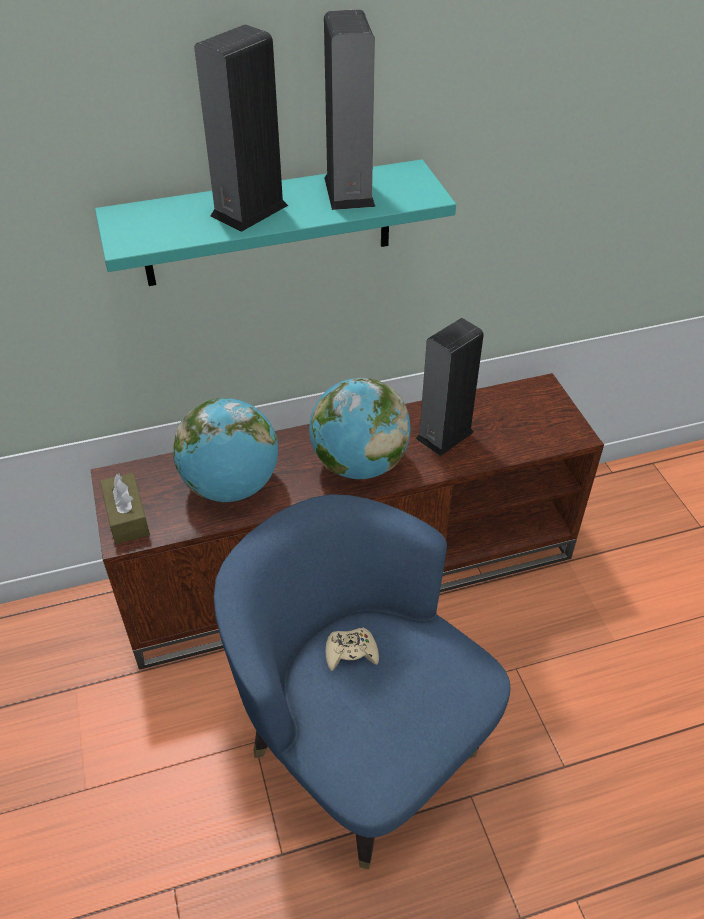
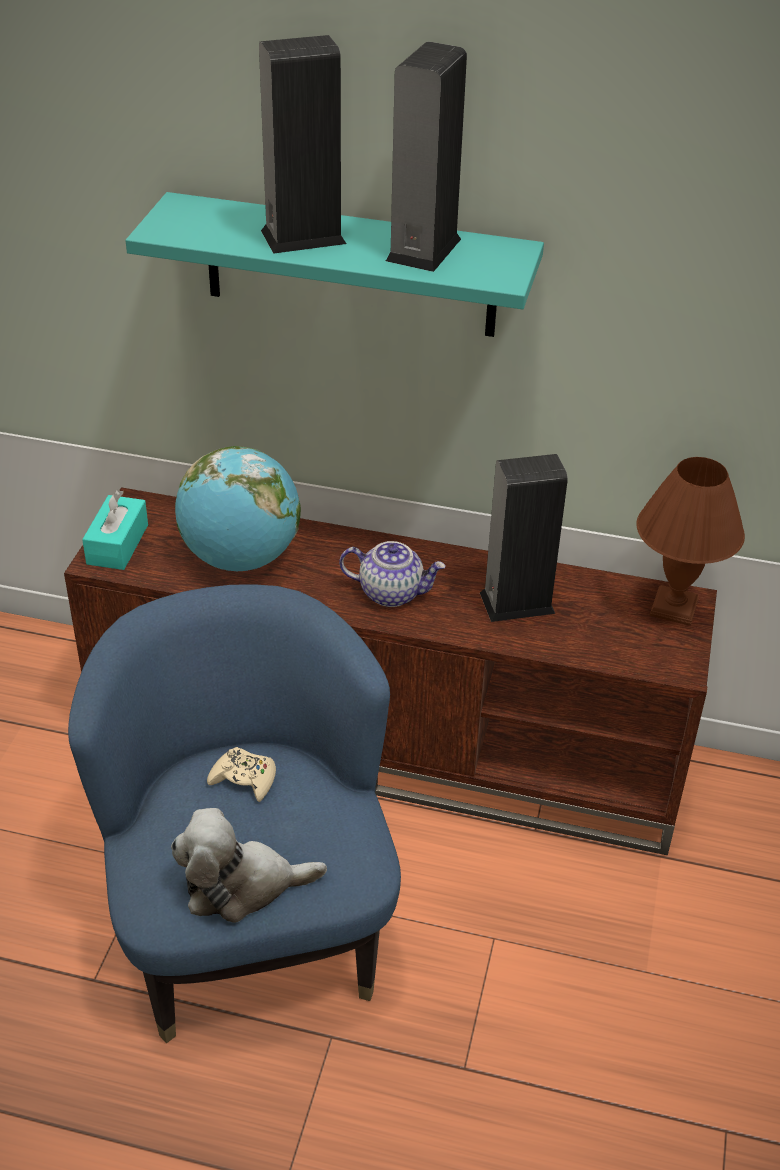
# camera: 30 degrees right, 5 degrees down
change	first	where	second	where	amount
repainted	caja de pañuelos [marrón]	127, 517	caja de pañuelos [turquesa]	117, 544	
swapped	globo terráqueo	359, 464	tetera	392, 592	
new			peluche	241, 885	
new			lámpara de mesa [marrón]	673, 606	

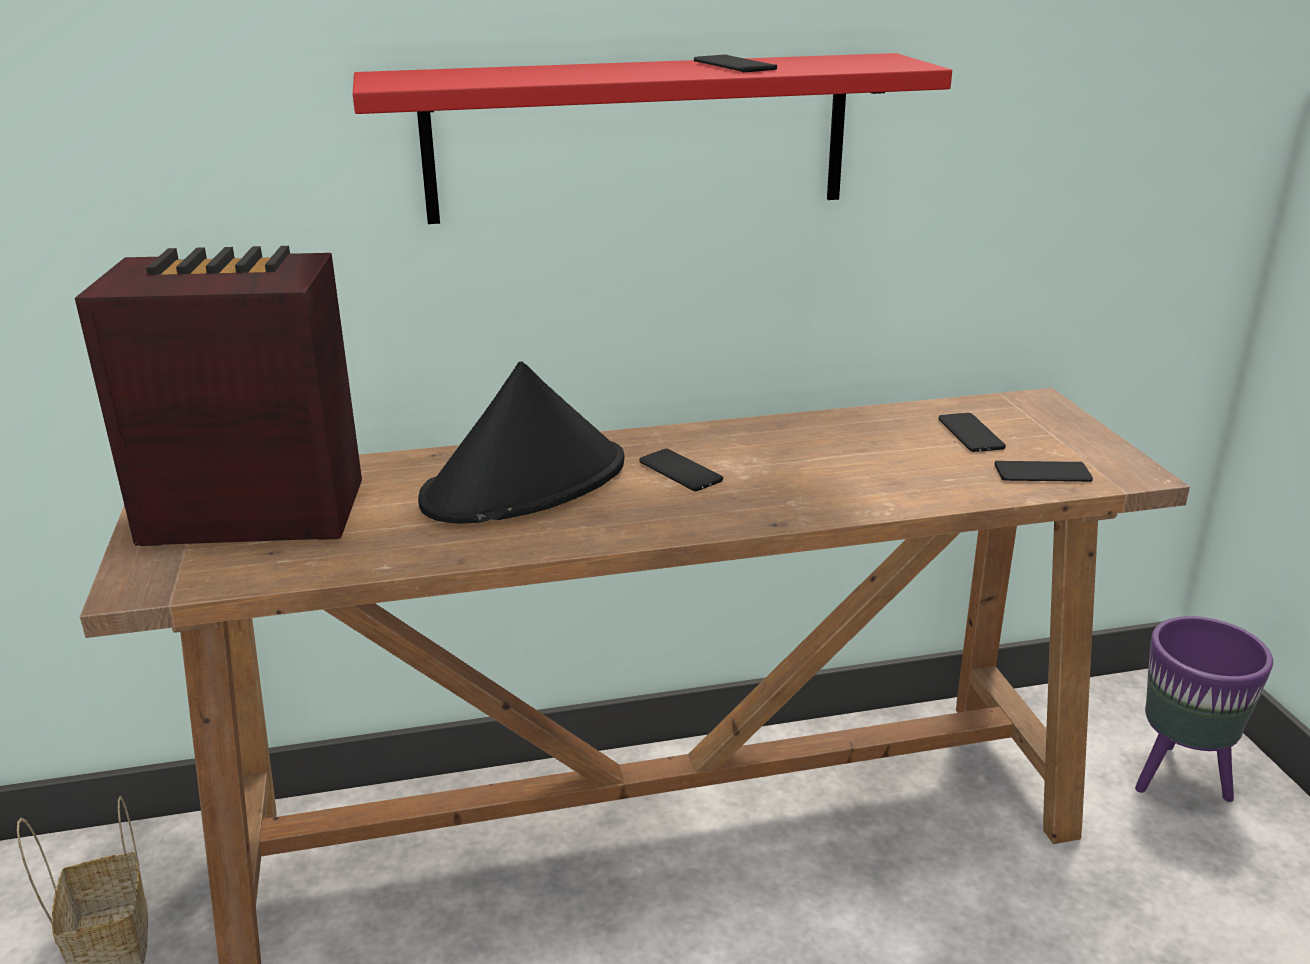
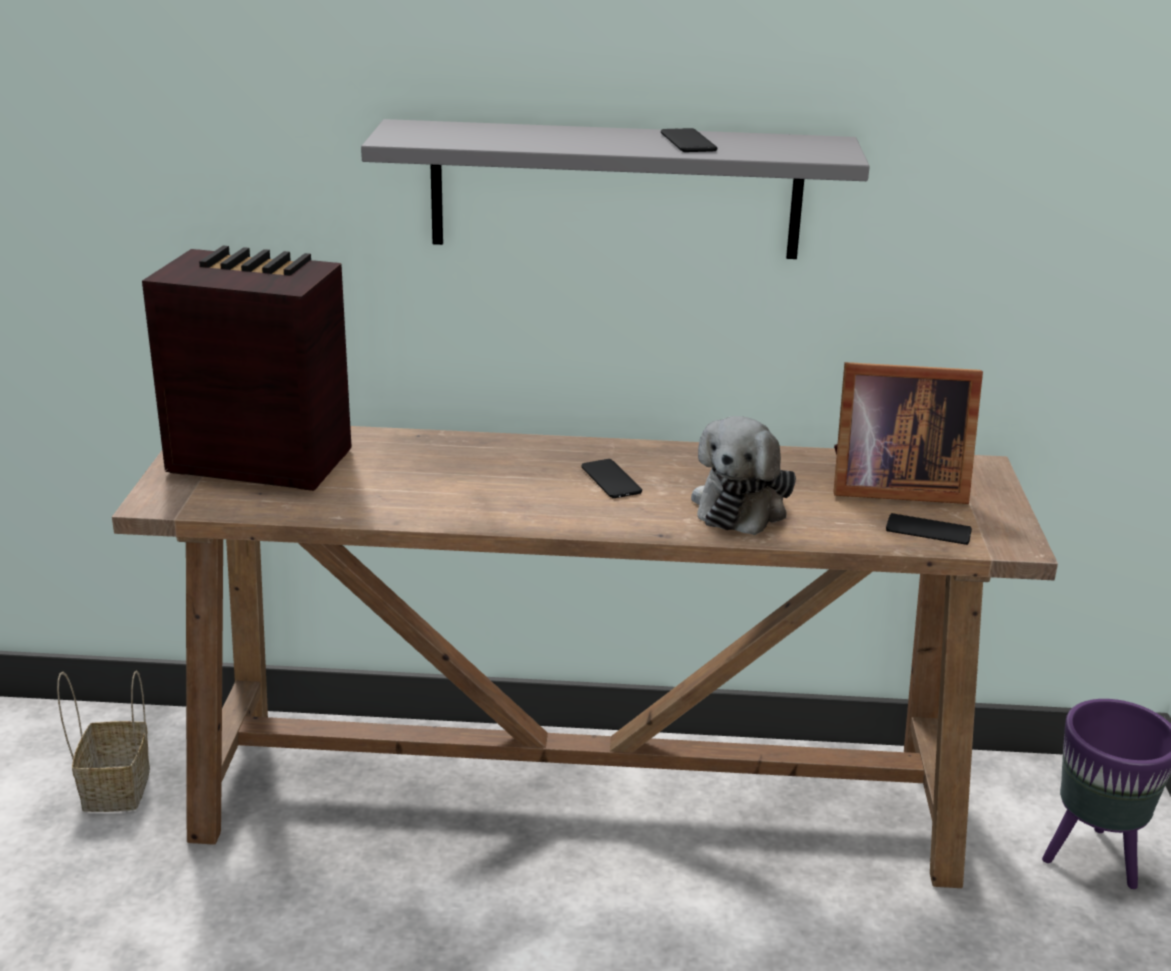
# camera: 15 degrees right, 0 degrees up
change	first	where	second	where	amount
repainted	estante [rojo]	638, 138	estante [gris]	615, 190	
gone	sombrero [negro]	526, 483			
swapped	móvil	970, 433	portarretratos	891, 486	
new			peluche	742, 505	

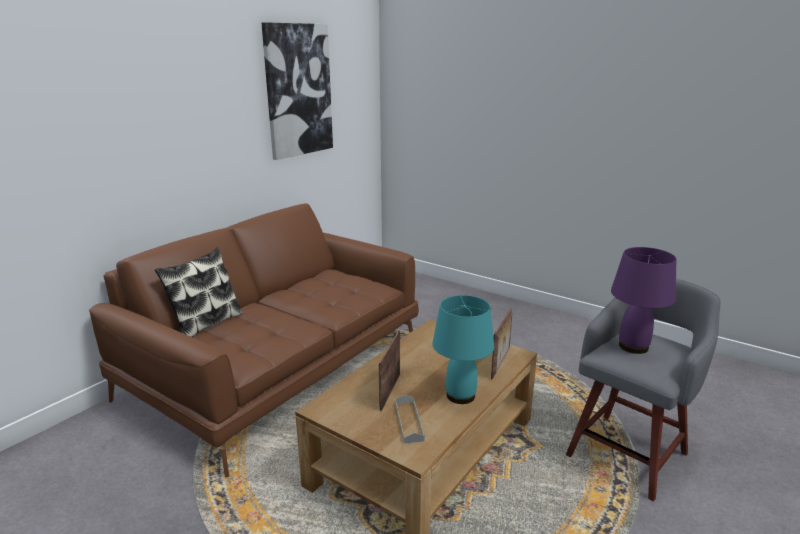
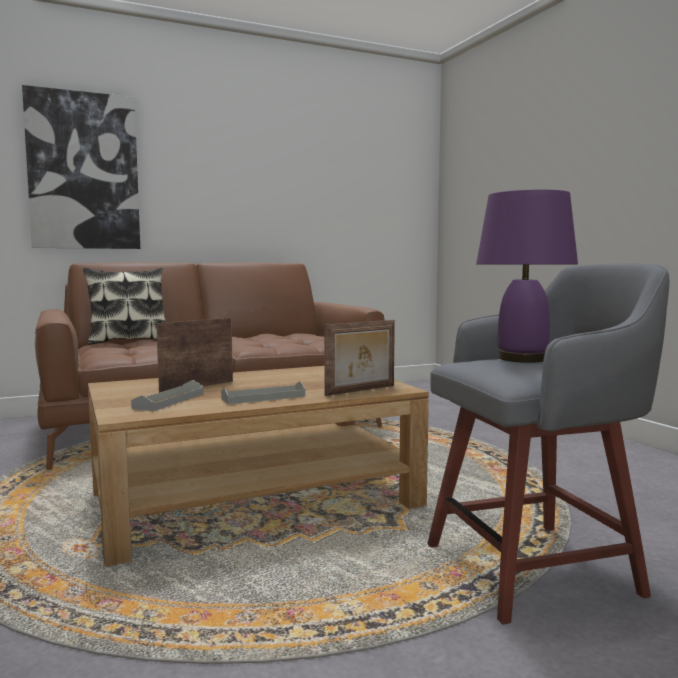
# camera: 30 degrees right, 15 degrees down
change	first	where	second	where	amount
shifted	cuadro	298, 90		83, 171	
swapped	lámpara de mesa [turquesa]	460, 395	bandeja [gris]	263, 397	

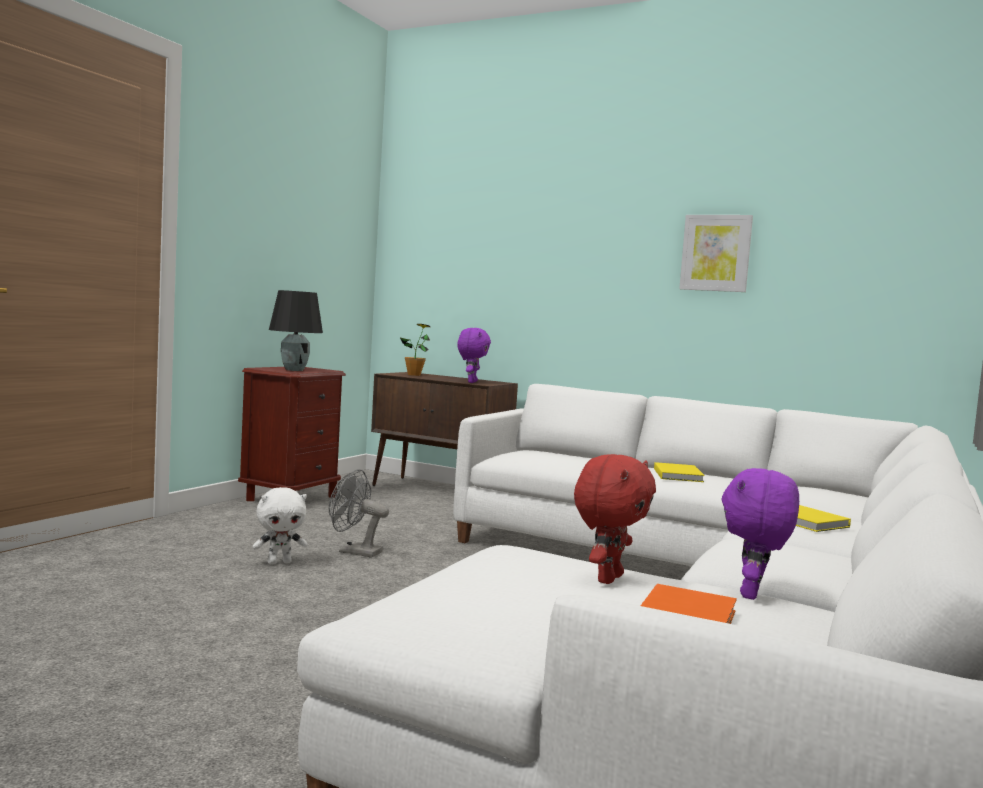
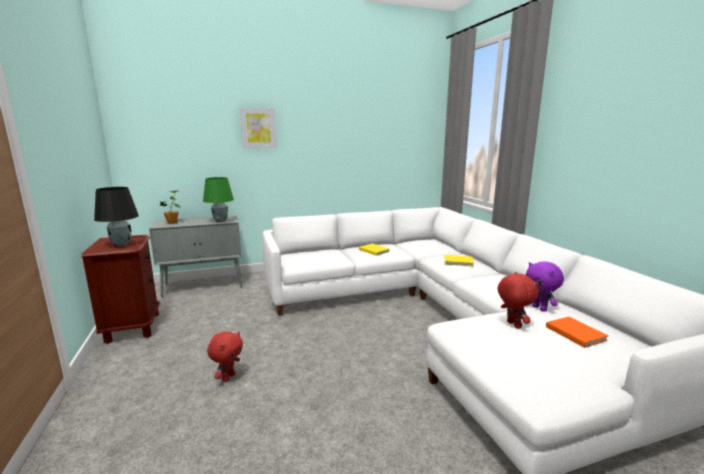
# camera: 45 degrees left, 10 degrees up
change	first	where	second	where	amount
repainted	peluche [blanco]	279, 562	peluche [rojo]	228, 377	
gone	ventilador [gris]	354, 552			
repainted	armario [marrón]	440, 491	armario [gris]	204, 286	
swapped	peluche [morado]	471, 382	lámpara de mesa [verde]	220, 221	
shifted	cuadro	716, 253		258, 128	

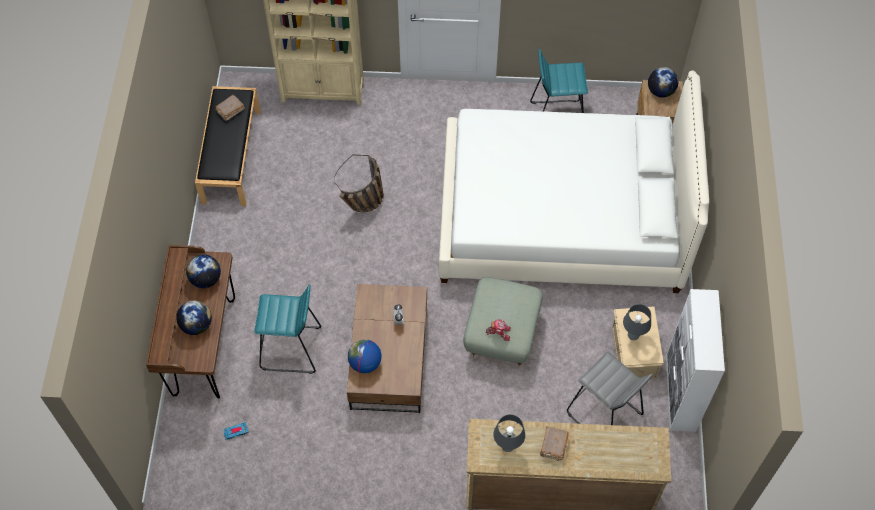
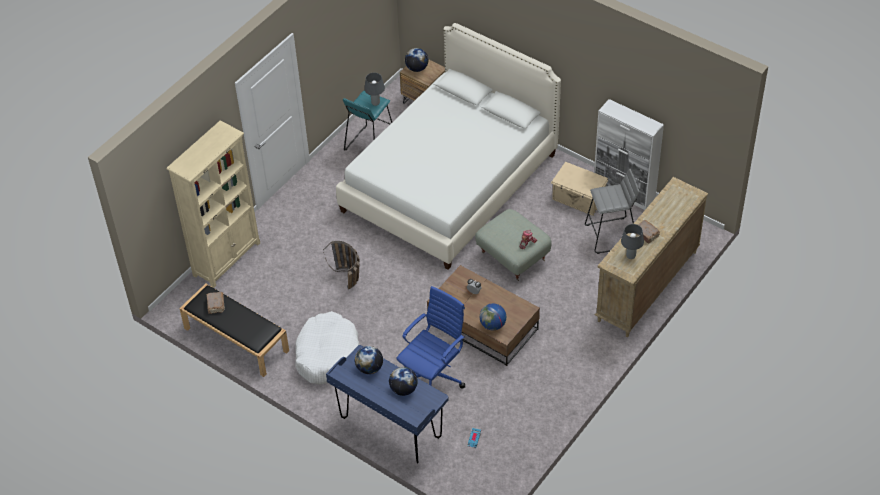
# camera: 55 degrees left, 10 degrees down
change	first	where	second	where	amount
repainted	escritorio [marrón]	204, 347	escritorio [azul]	390, 428	
swapped	taburete [turquesa]	291, 349	silla de oficina [azul]	433, 377	
shifted	lámpara de mesa [gris]	633, 336		376, 103	
new			cama para perro [blanco]	327, 354	

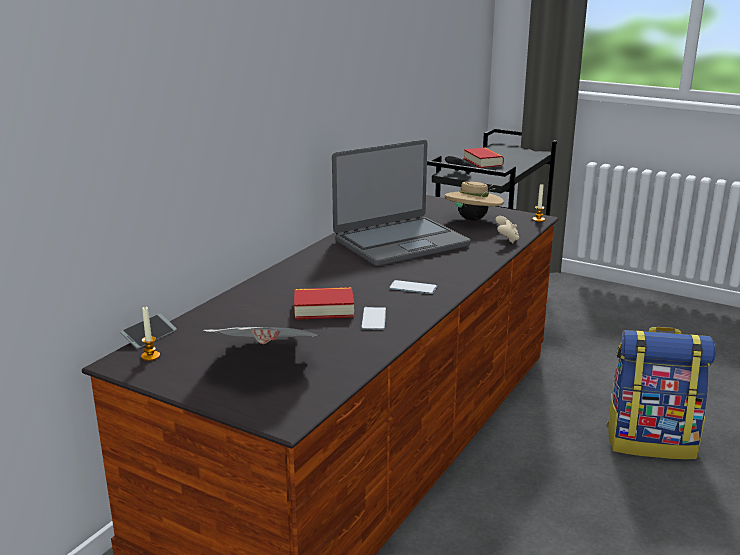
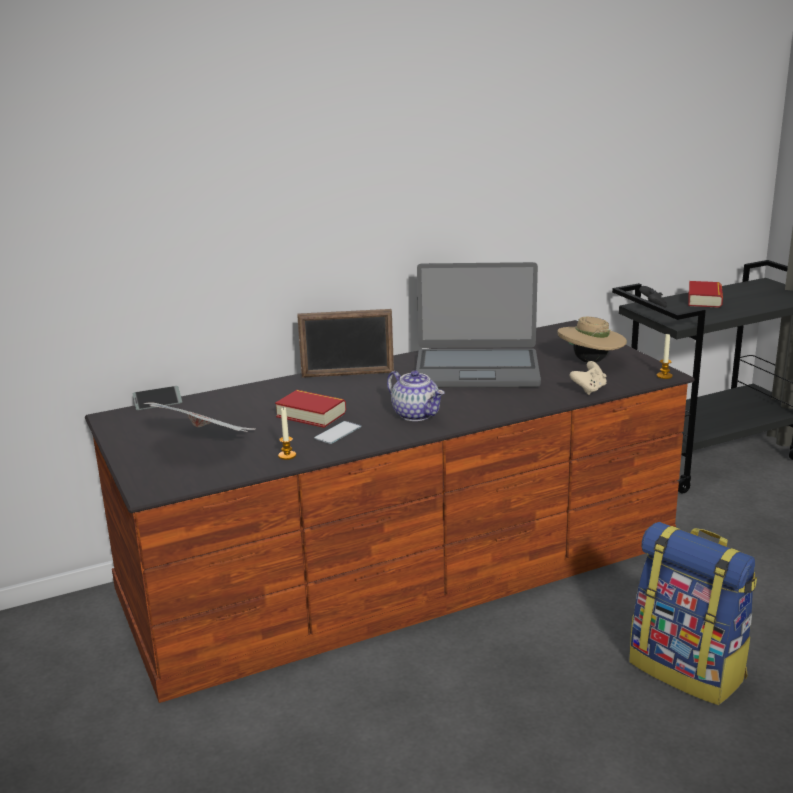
# camera: 35 degrees right, 0 degrees up
change	first	where	second	where	amount
shifted	vela	150, 356		287, 455	
swapped	móvil	413, 287	tetera	416, 414	
new			portarretratos	347, 374	

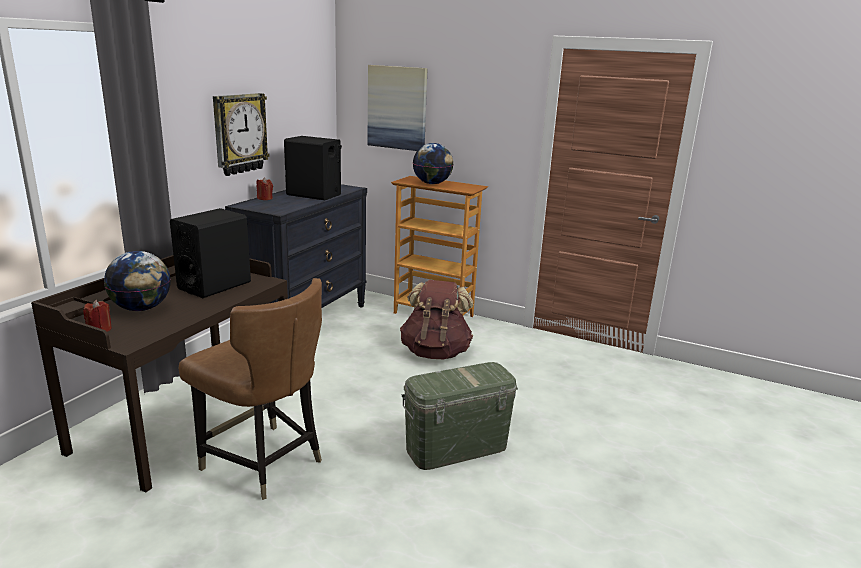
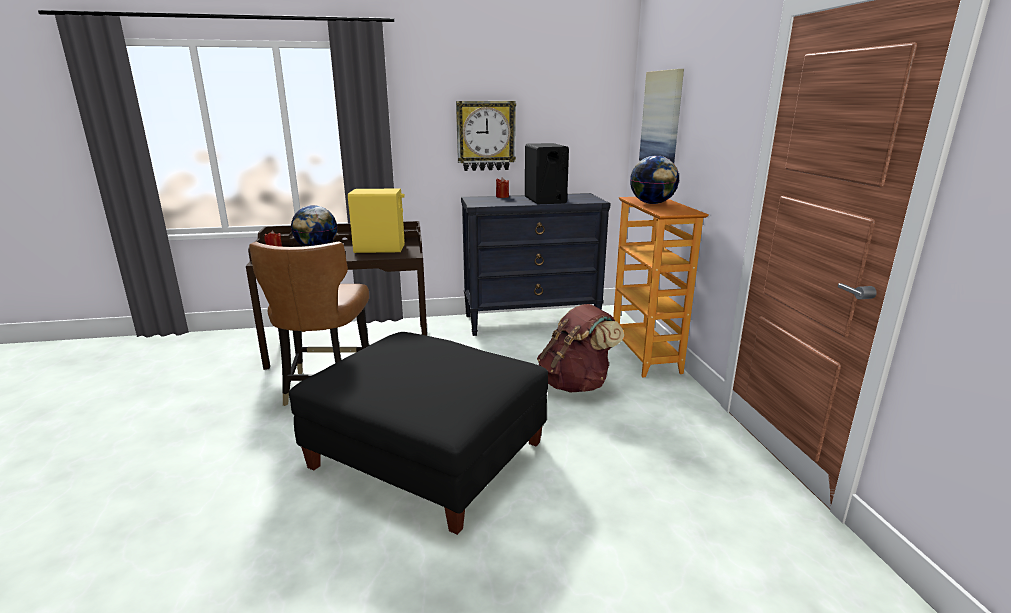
# camera: 55 degrees right, 0 degrees up
change	first	where	second	where	amount
repainted	altavoz [negro]	215, 285	altavoz [amarillo]	380, 248	
swapped	caja de almacenaje [verde]	456, 447	puf [negro]	428, 454	

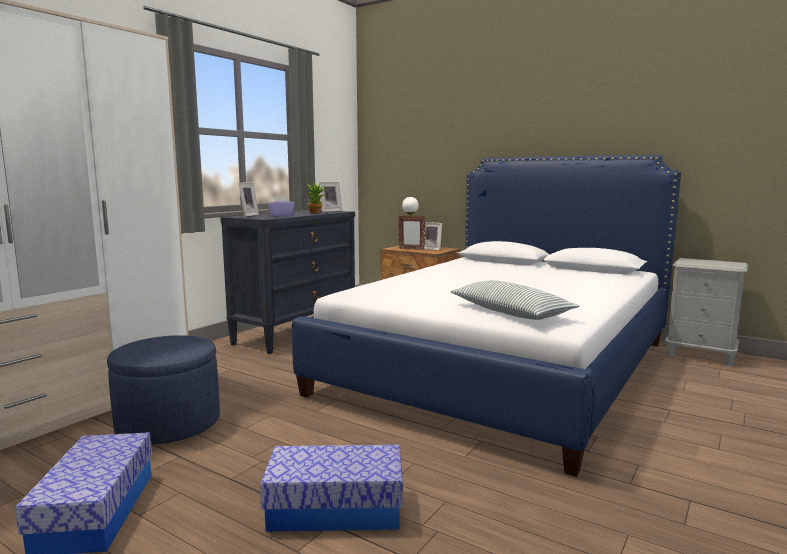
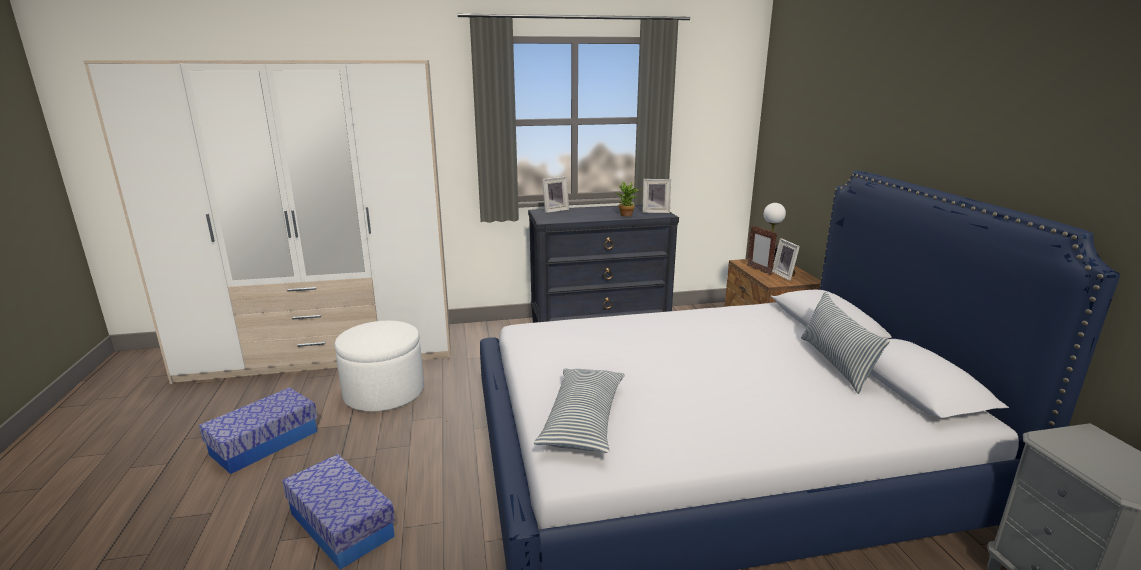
# camera: 45 degrees right, 10 degrees up
change	first	where	second	where	amount
repainted	puf [azul]	169, 424	puf [blanco]	384, 393	
gone	caja de pañuelos [morado]	281, 215			
new			cojín	835, 363	

